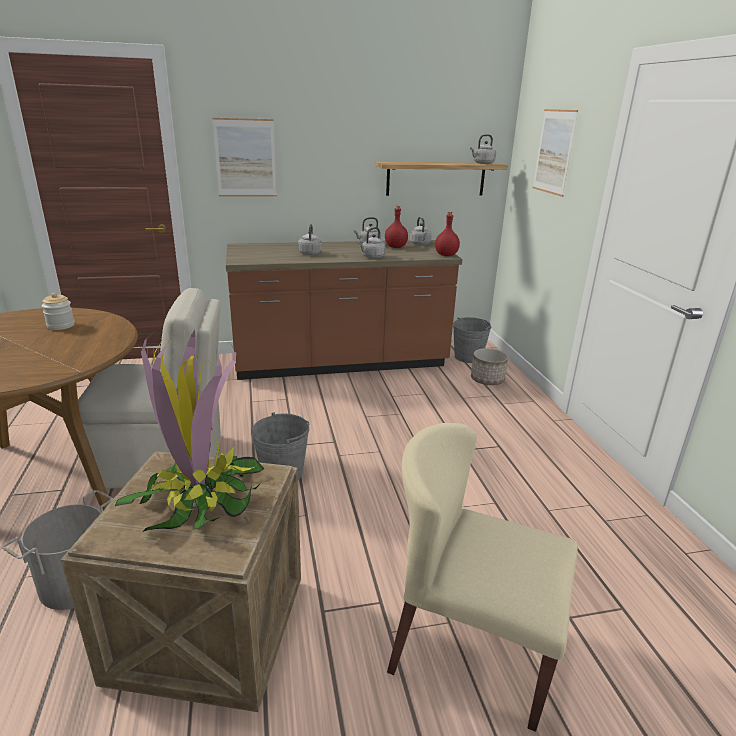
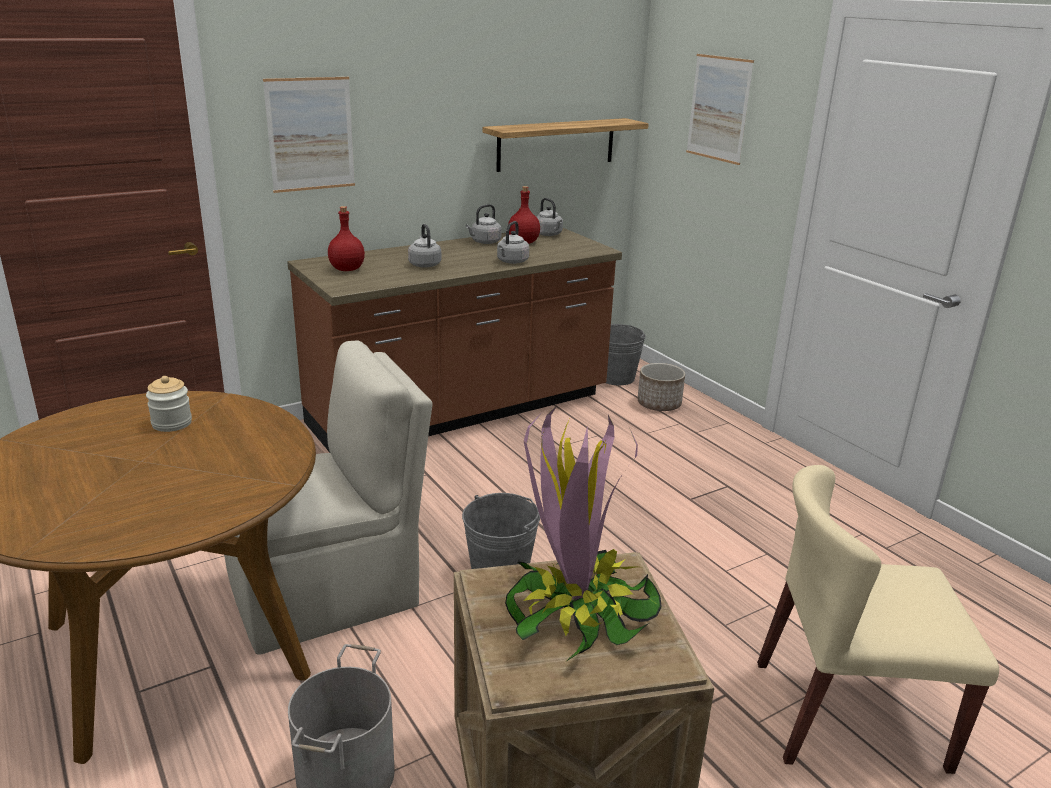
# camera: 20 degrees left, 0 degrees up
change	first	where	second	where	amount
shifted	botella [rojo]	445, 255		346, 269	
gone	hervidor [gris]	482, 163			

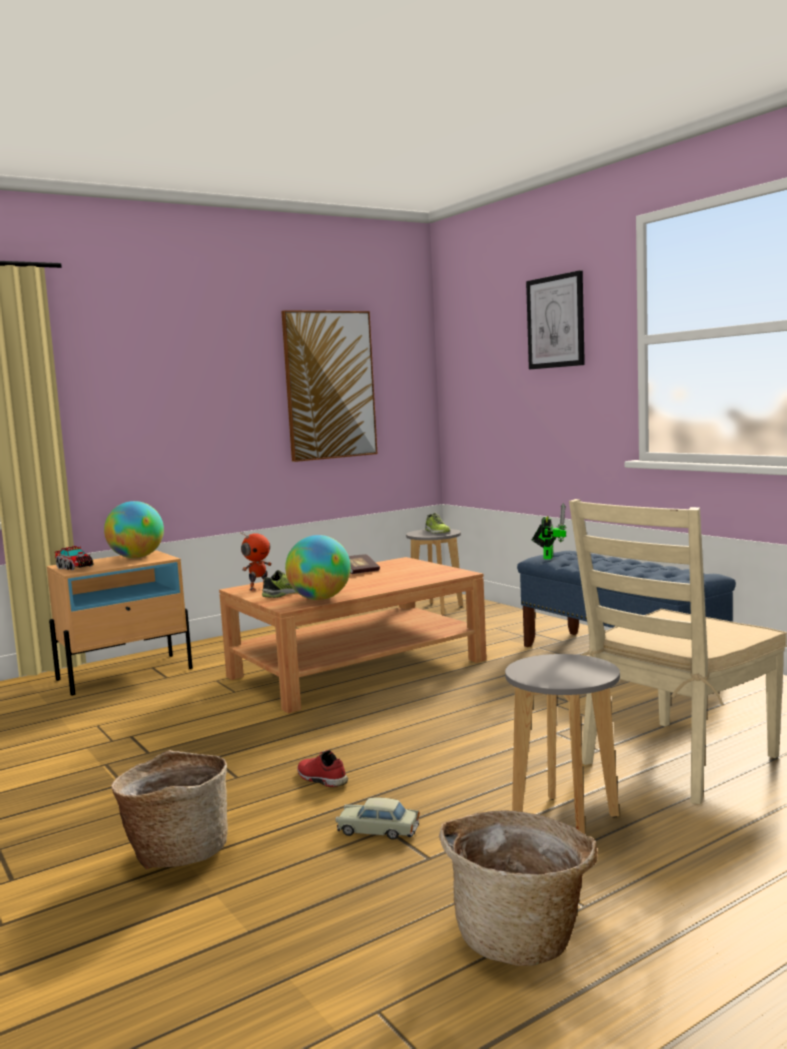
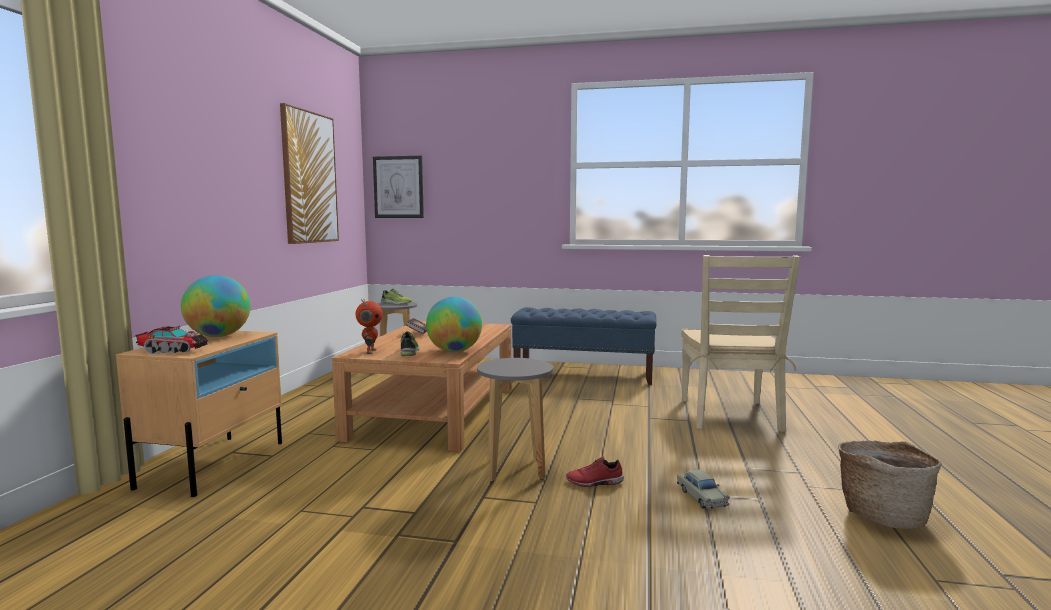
# camera: 45 degrees left, 0 degrees up
change	first	where	second	where	amount
gone	cesta	177, 852			
rotated	coche de juguete [beis]	378, 830		701, 497	75 degrees counterclockwise
shifted	taburete [gris]	565, 821		515, 470	
shifted	cuadro	555, 322		398, 187	
gone	robot de juguete	548, 557			

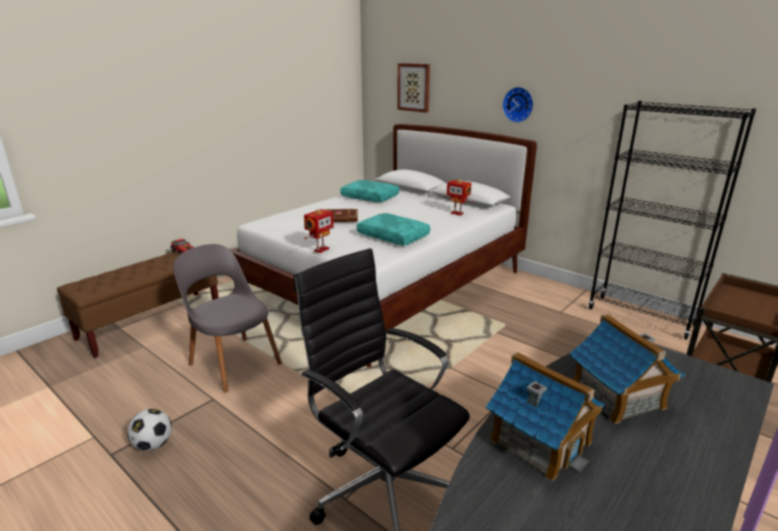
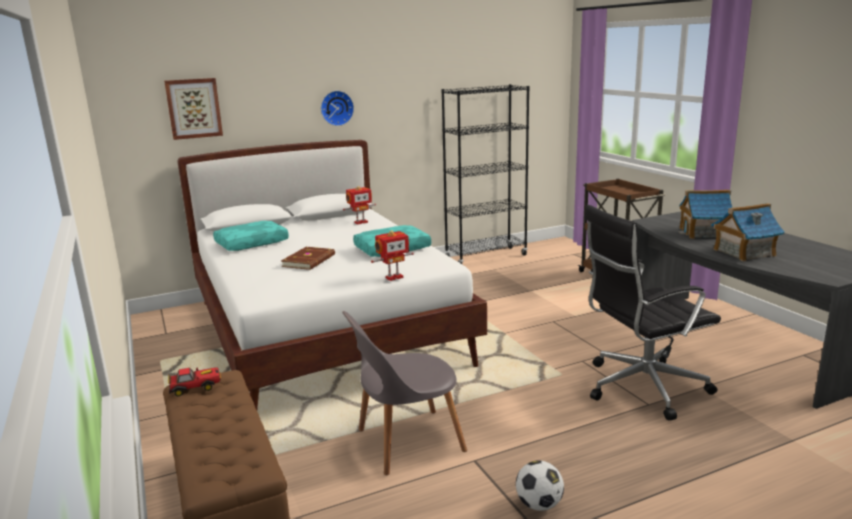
# camera: 65 degrees left, 5 degrees down
change	first	where	second	where	amount
rotated	robot de juguete	320, 249		393, 277	90 degrees clockwise

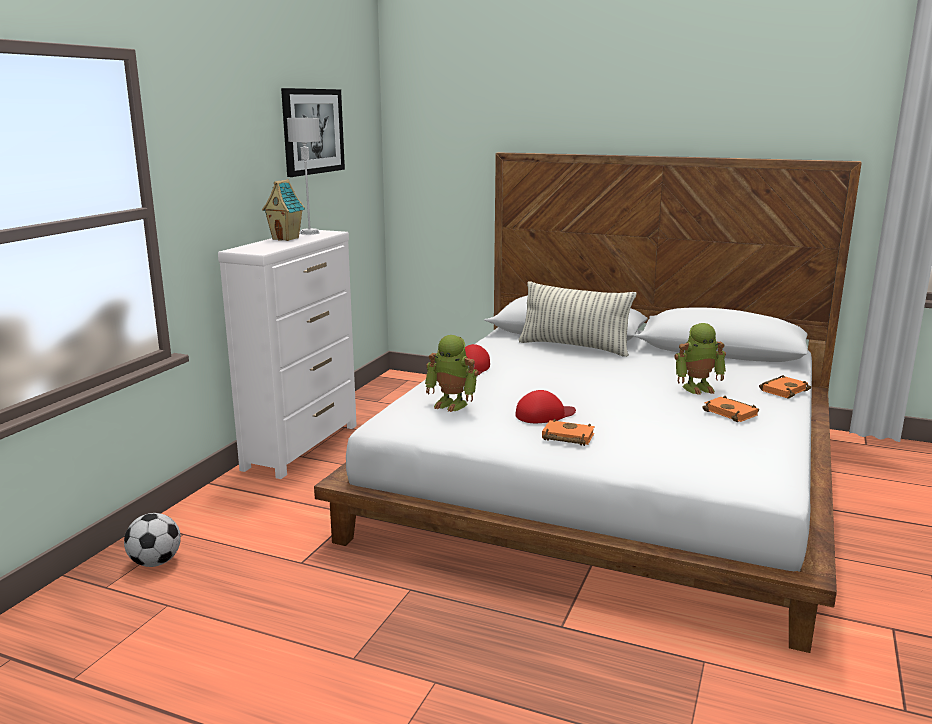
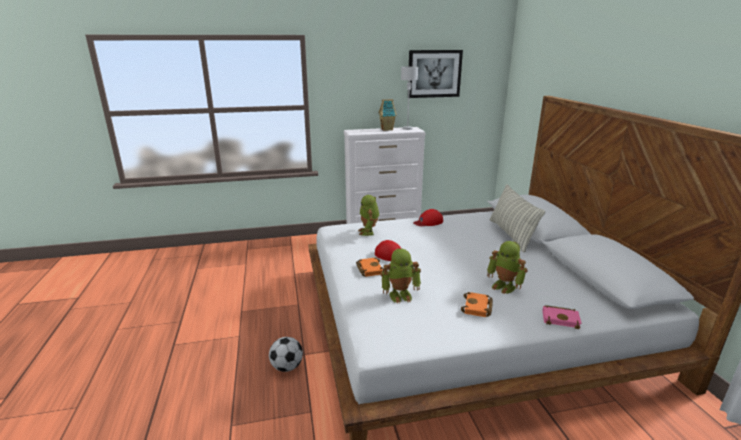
# camera: 55 degrees right, 5 degrees up
change	first	where	second	where	amount
shifted	balón de fútbol	156, 562		287, 367	
repainted	libro [naranja]	783, 390	libro [rosa]	561, 319	
new			robot de juguete	400, 295	

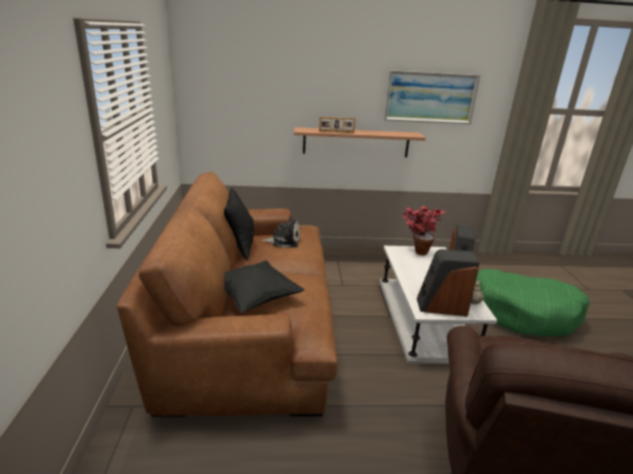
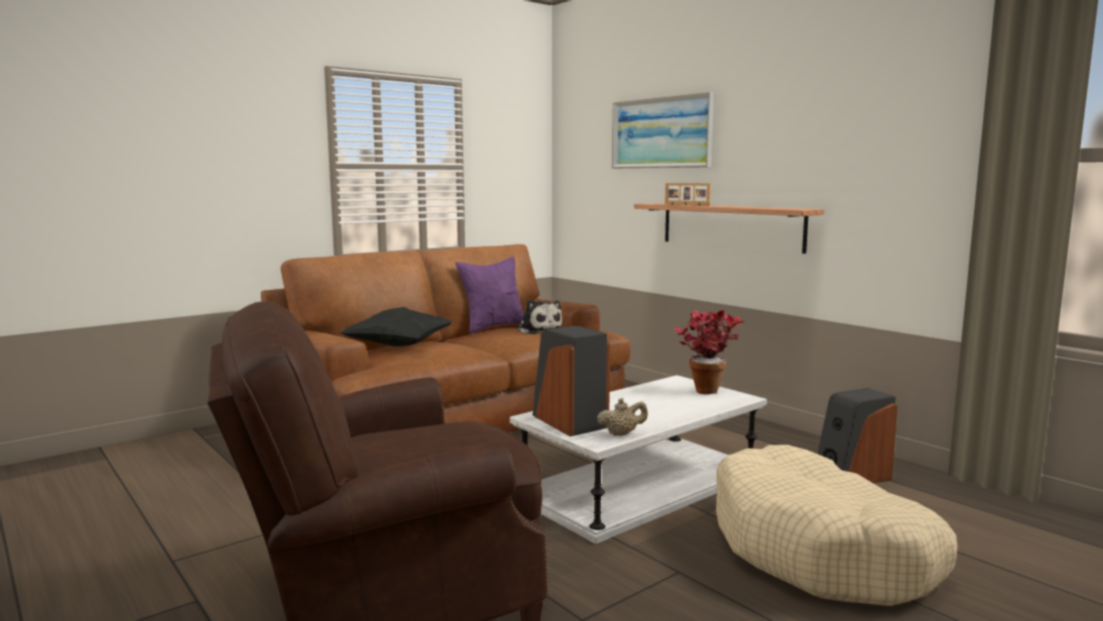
# camera: 55 degrees right, 15 degrees down
change	first	where	second	where	amount
repainted	cojín [negro]	239, 247	cojín [morado]	493, 327	
shifted	cuadro	430, 97		661, 133	
repainted	cama para perro [verde]	522, 313	cama para perro [beis]	821, 551	

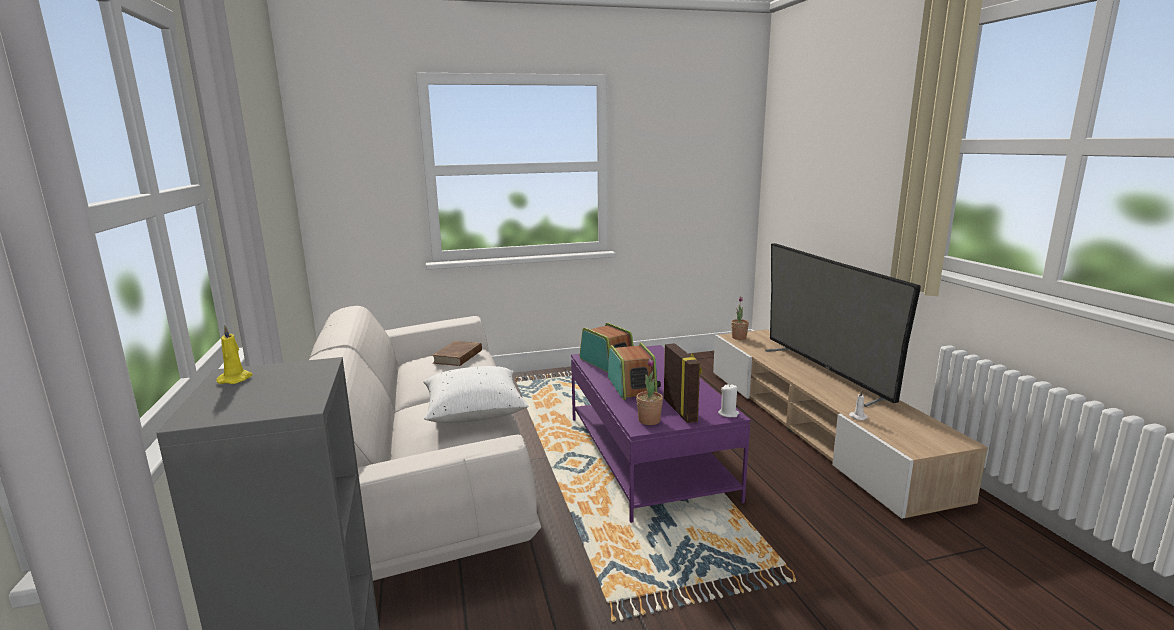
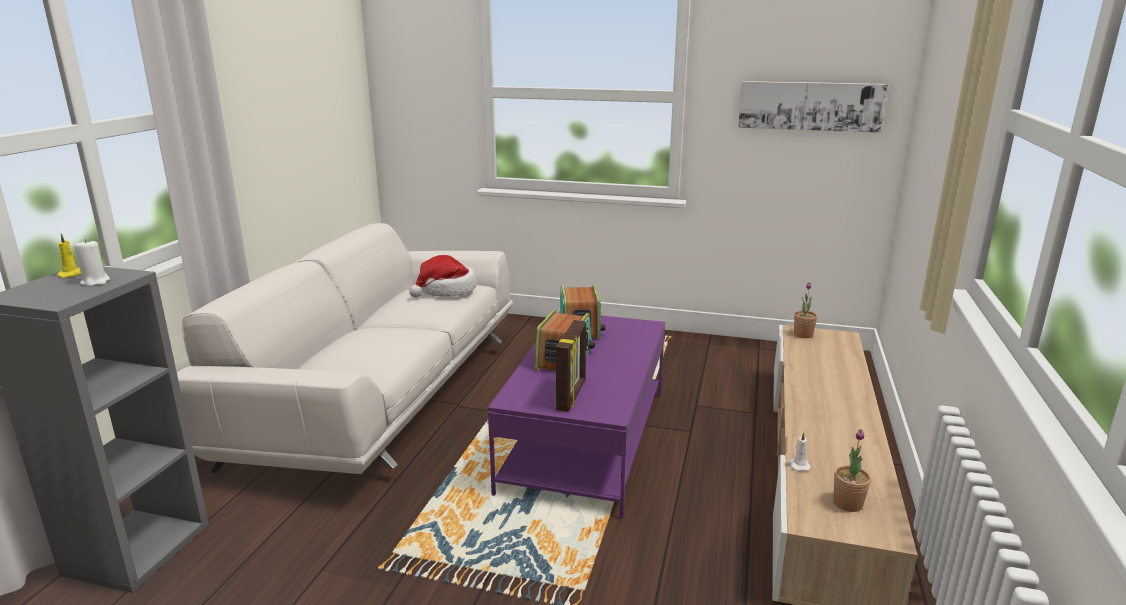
# camera: 30 degrees right, 5 degrees up
change	first	where	second	where	amount
gone	cojín [blanco]	474, 412			
swapped	libro [marrón]	458, 357	sombrero	446, 290	
shifted	planta en maceta	649, 420		848, 503	
shifted	vela [blanco]	728, 414		95, 282	
gone	televisor	824, 373			
new			cuadro	810, 106	

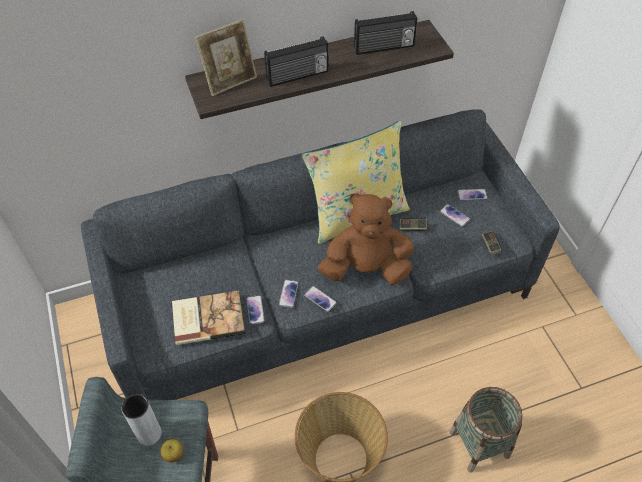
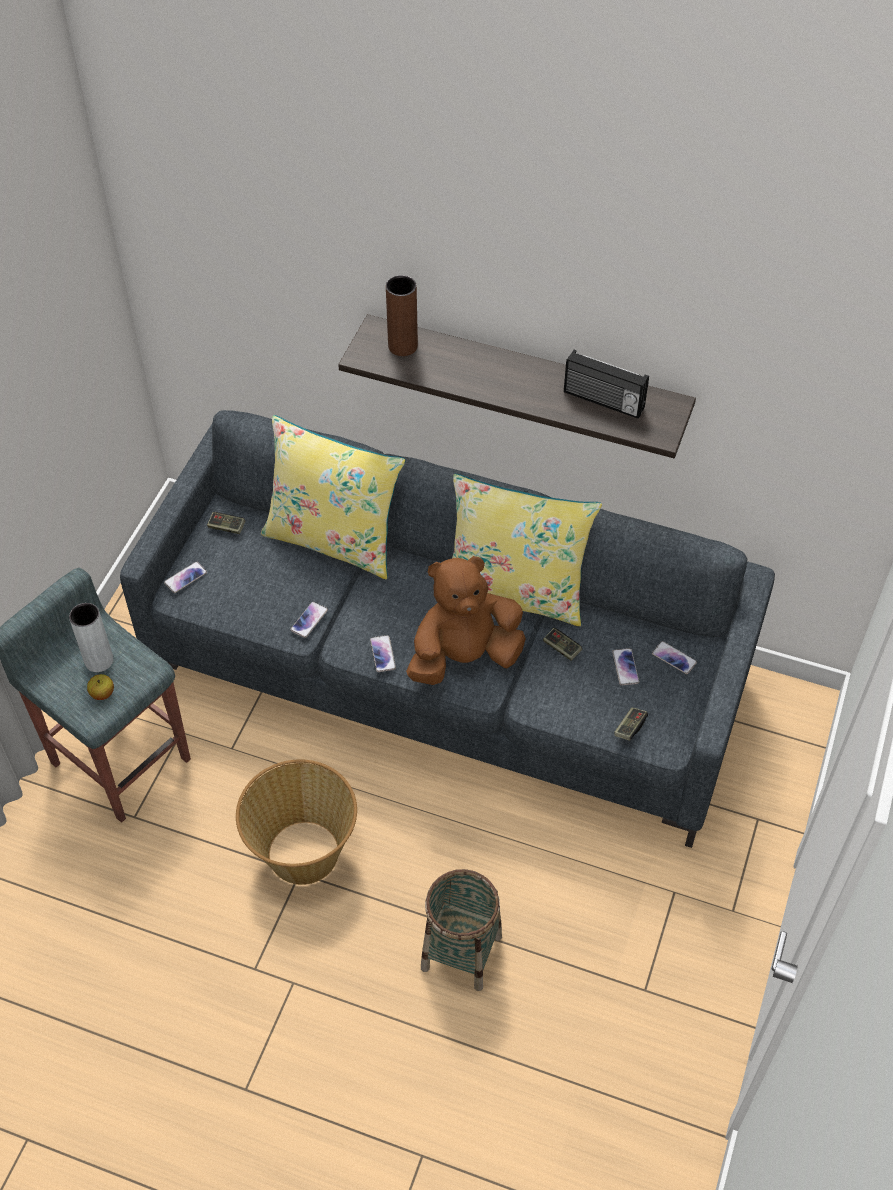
# camera: 40 degrees right, 0 degrees up
change	first	where	second	where	amount
gone	libro	207, 318			
swapped	portarretratos	230, 81	florero [marrón]	403, 346	
gone	radio	297, 76			
shifted	móvil	288, 294		185, 578	
rotated	peluche [marrón]	366, 269		464, 657	60 degrees counterclockwise
new			mando de consola	227, 527	
new			cojín [amarillo]	334, 539	

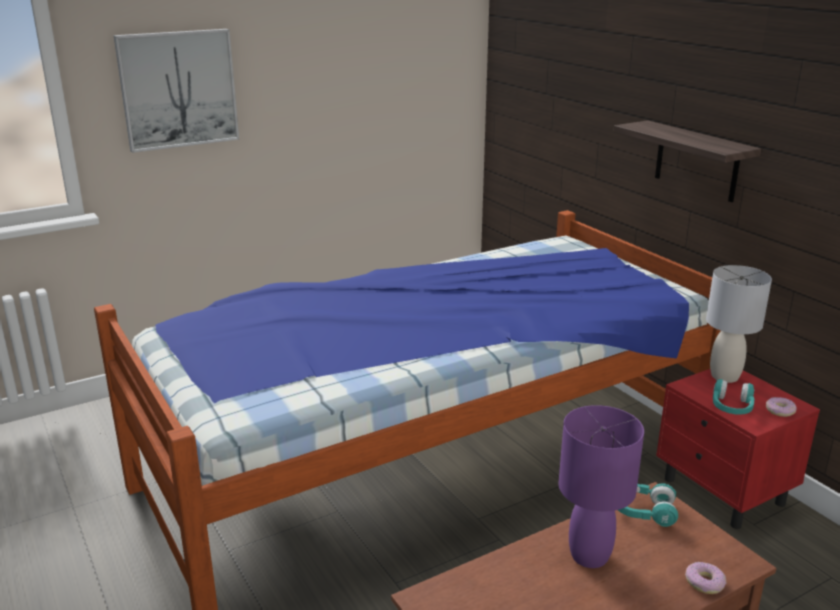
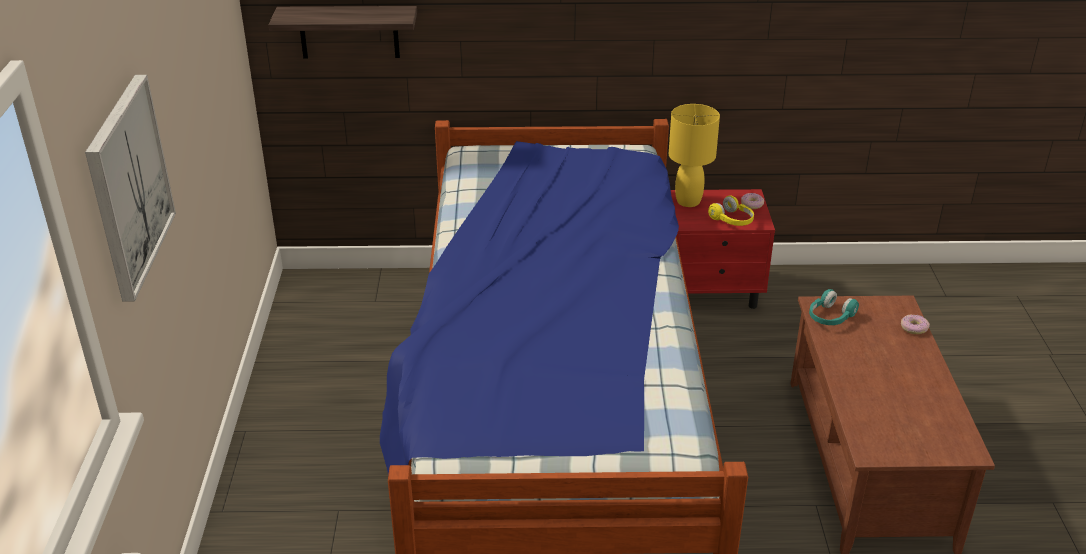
# camera: 60 degrees left, 10 degrees up
change	first	where	second	where	amount
gone	lámpara de mesa [morado]	589, 555			
shifted	estante	696, 161		349, 32	
repainted	lámpara de mesa [gris]	724, 376	lámpara de mesa [amarillo]	688, 201	
repainted	auriculares [turquesa]	731, 407	auriculares [amarillo]	732, 220	

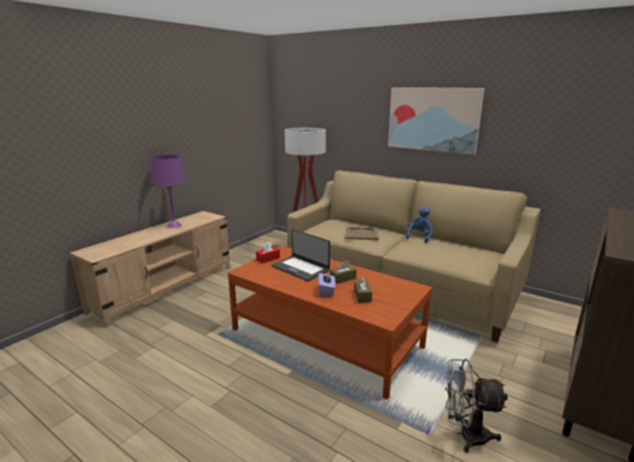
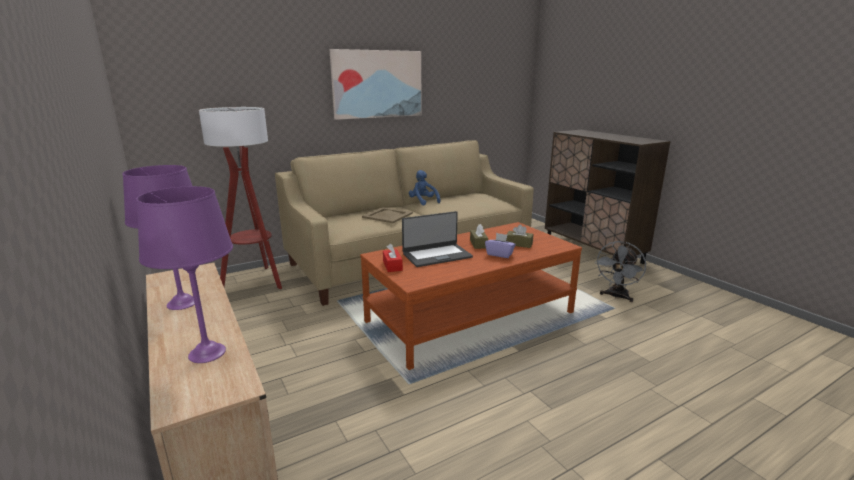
# camera: 65 degrees left, 0 degrees up
change	first	where	second	where	amount
new			lámpara de mesa [morado]	207, 352	

